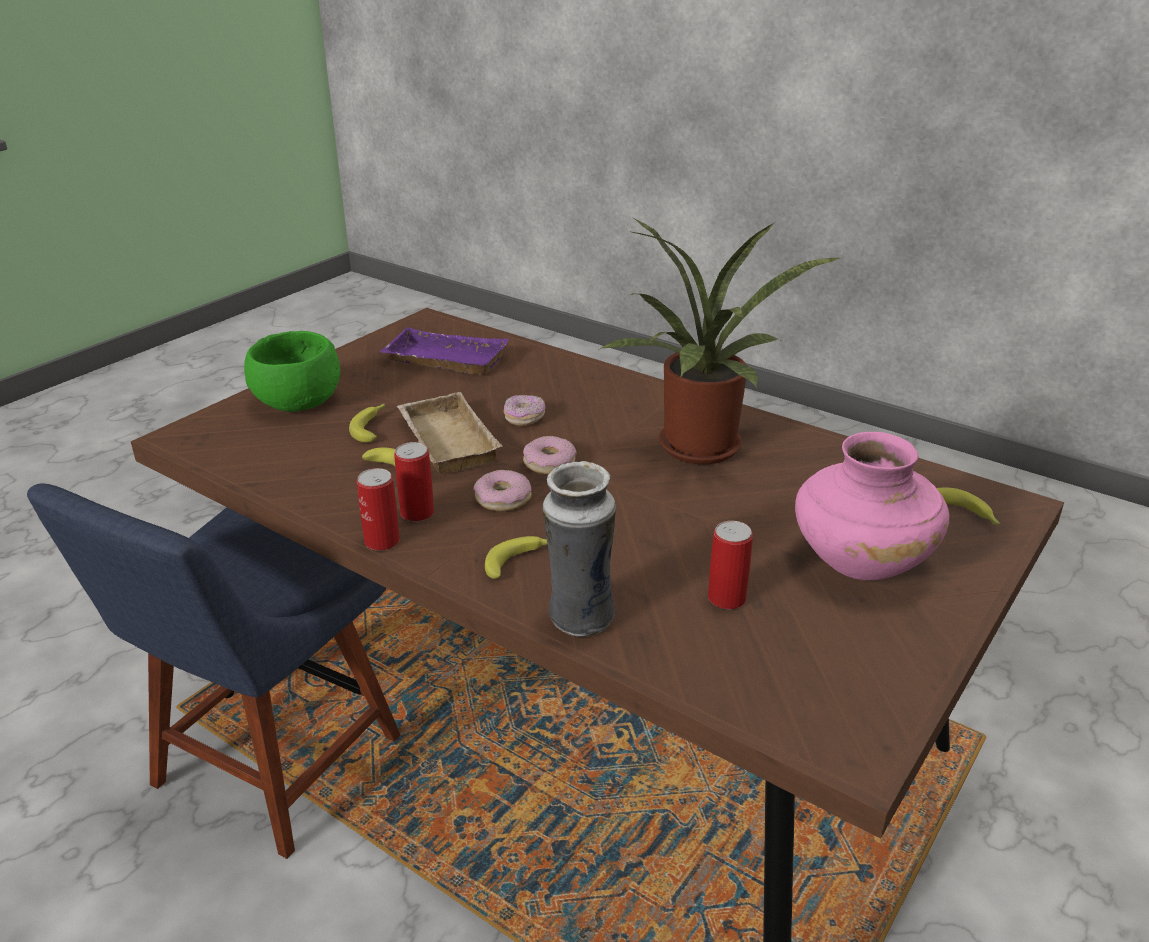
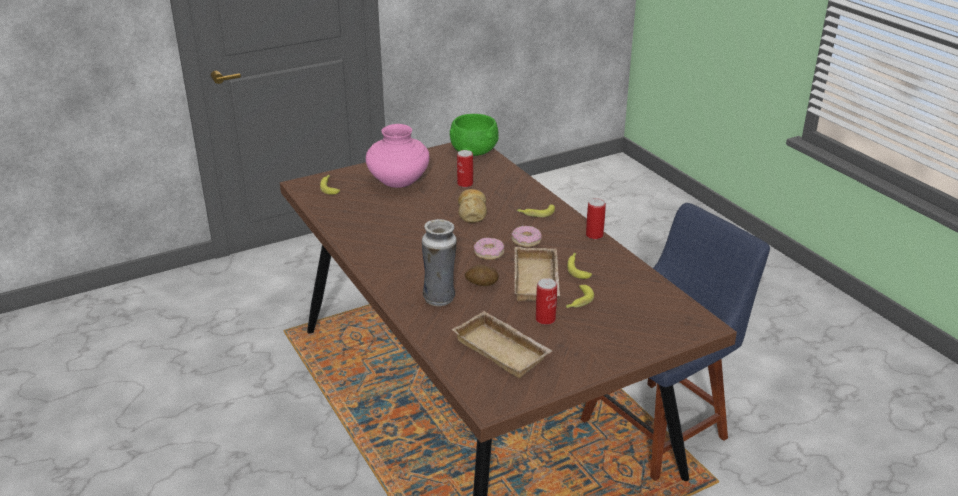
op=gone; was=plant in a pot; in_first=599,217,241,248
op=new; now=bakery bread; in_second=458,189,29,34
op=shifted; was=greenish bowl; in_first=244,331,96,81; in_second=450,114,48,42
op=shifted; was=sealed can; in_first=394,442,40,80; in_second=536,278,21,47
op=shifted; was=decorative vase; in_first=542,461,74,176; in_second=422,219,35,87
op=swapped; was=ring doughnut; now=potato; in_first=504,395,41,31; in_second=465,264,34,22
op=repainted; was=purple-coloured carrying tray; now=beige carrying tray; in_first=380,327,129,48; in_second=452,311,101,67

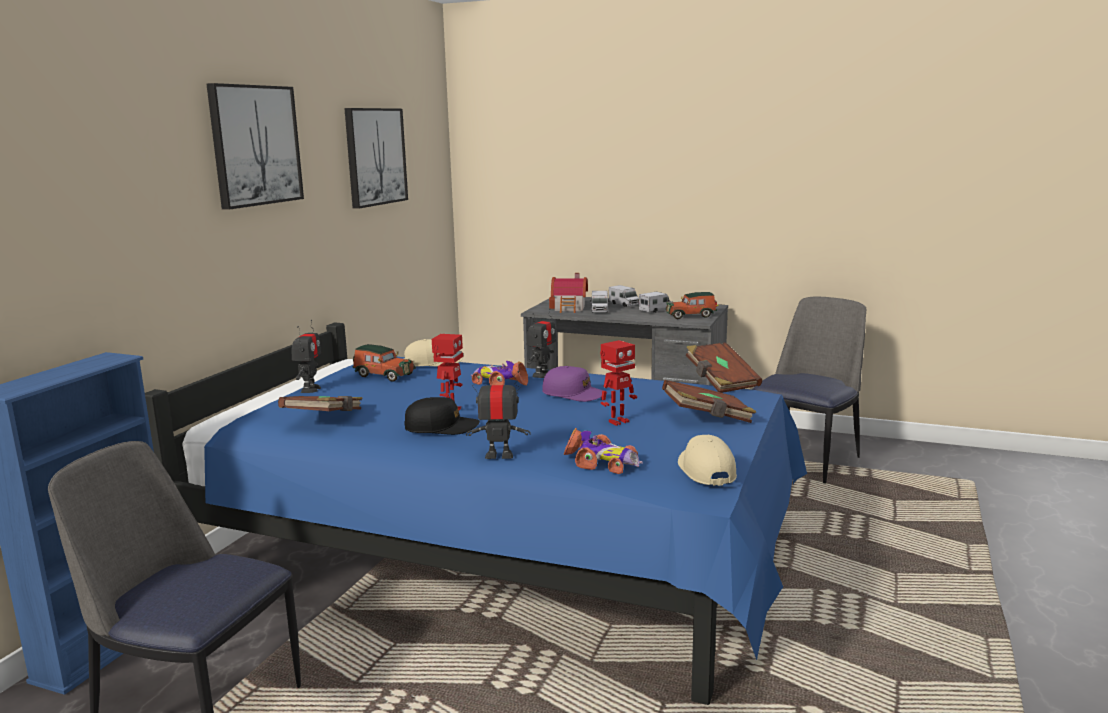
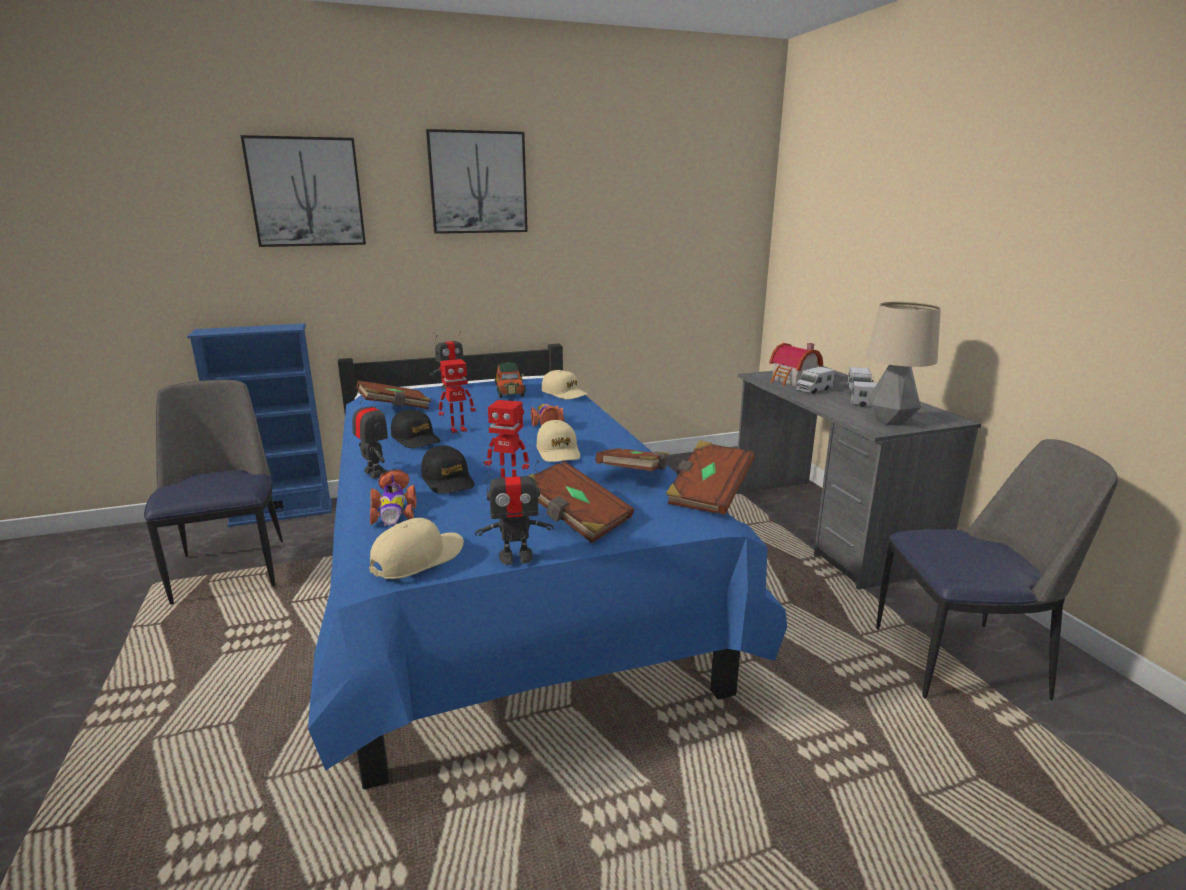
op=new; now=black baseball cap; in_second=421,445,54,49
op=new; now=brown-coloured book; in_second=596,448,73,23
op=shifted; was=wall art; in_first=344,108,64,101; in_second=240,135,126,112
op=shifted; was=toy robot; in_first=526,308,30,70; in_second=475,460,79,105
op=swapped; was=miniature car; now=table lamp; in_first=665,292,54,27; in_second=866,302,75,124
op=repainted; was=purple-coloured baseball cap; now=beige baseball cap; in_first=542,366,66,36; in_second=536,420,44,42

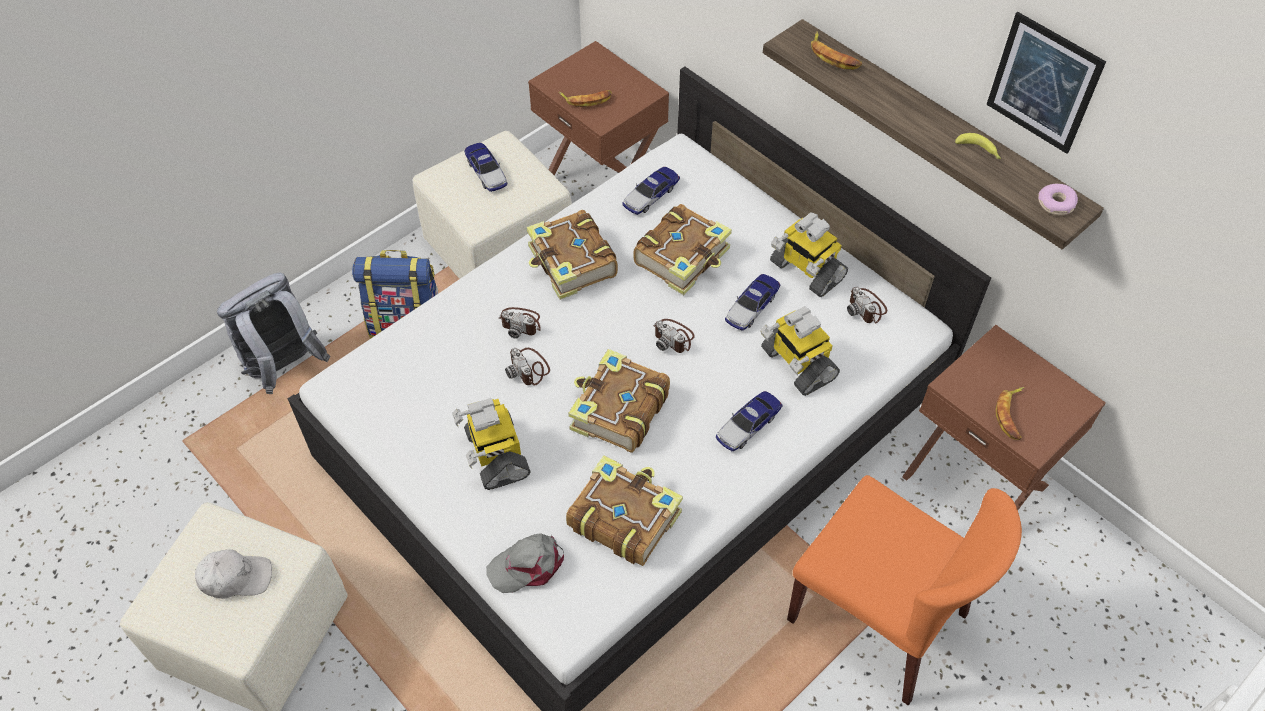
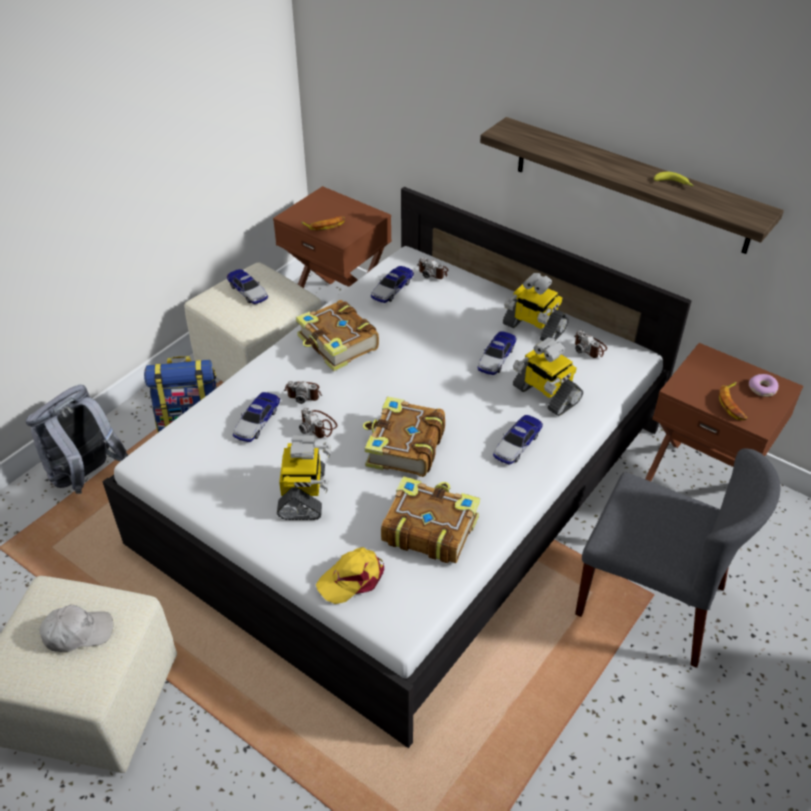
op=gone; was=book; in_first=634,204,98,91
op=gone; was=banana; in_first=811,31,51,39
op=gone; was=wall art; in_first=986,12,120,142
op=new; now=miniature car; in_second=233,392,47,50
op=shifted; was=still camera; in_first=653,319,42,34; in_second=417,258,31,21
op=shifted; was=ring doughnut; in_first=1038,184,40,31; in_second=749,374,29,23
op=repainted; was=gray baseball cap; now=yellow-coloured baseball cap; in_first=486,533,78,60; in_second=316,547,69,57
op=repainted; was=orange-coloured chair; now=gray chair; in_first=787,475,235,231; in_second=575,449,206,219
op=rotated; was=toy robot; in_first=452,398,78,92; in_second=277,435,54,85; clockwise=-150

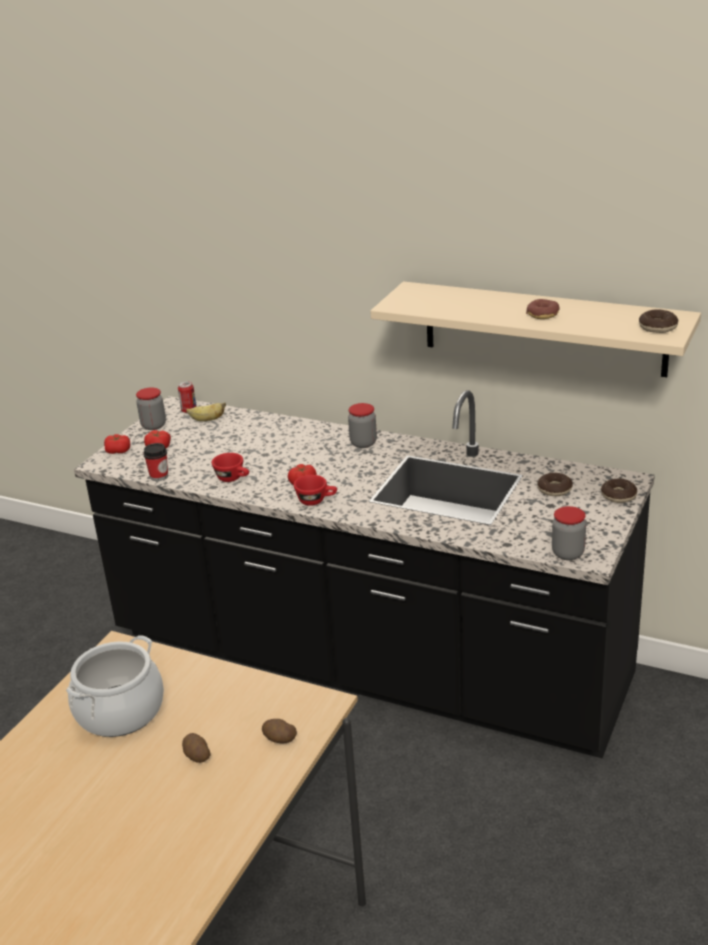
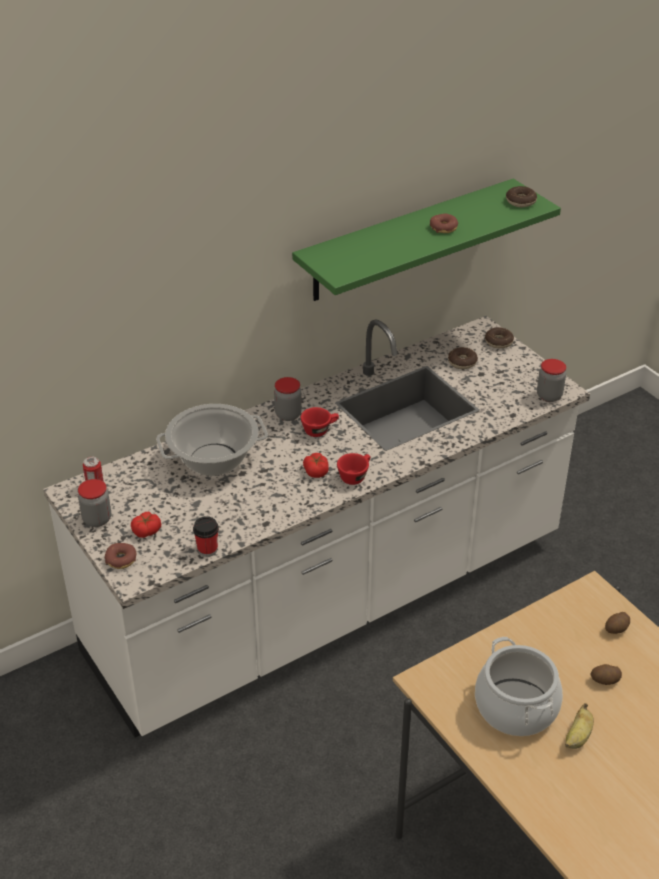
op=new; now=saucepot; in_second=156,404,112,72
op=shifted; was=banana; in_first=186,403,40,18; in_second=565,703,29,46
op=shifted; was=red cup; in_first=212,453,37,29; in_second=301,407,38,30
op=swapped; was=fresh tomato; now=ring doughnut; in_first=104,434,26,20; in_second=105,543,31,26
op=repainted; was=black kitchen counter; now=white kitchen counter; in_first=74,390,581,368; in_second=43,316,547,422
op=repainted; was=beige shelf; now=greenish shelf; in_first=370,281,331,96; in_second=292,179,269,122

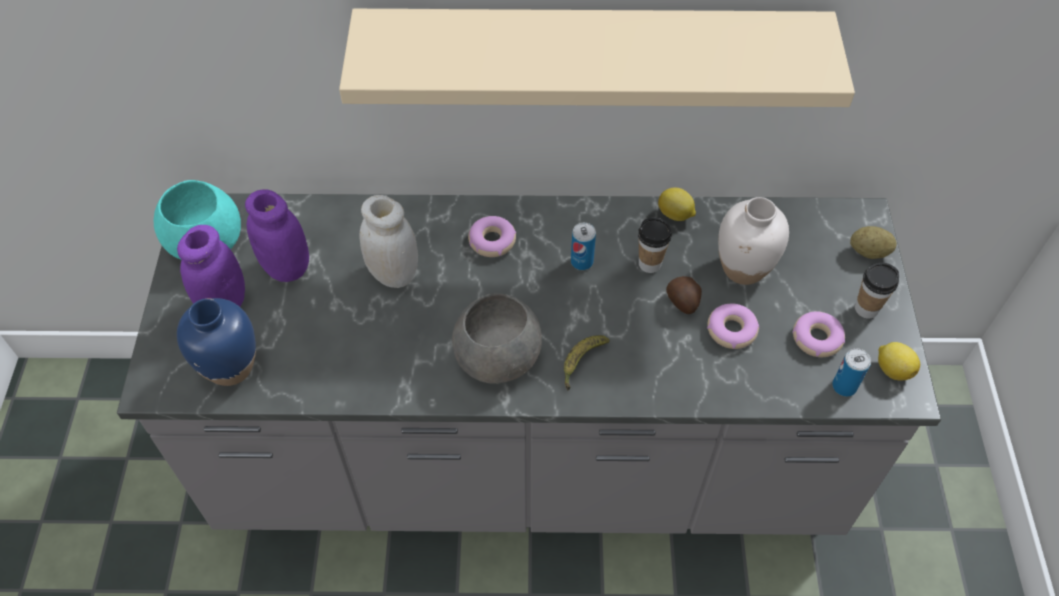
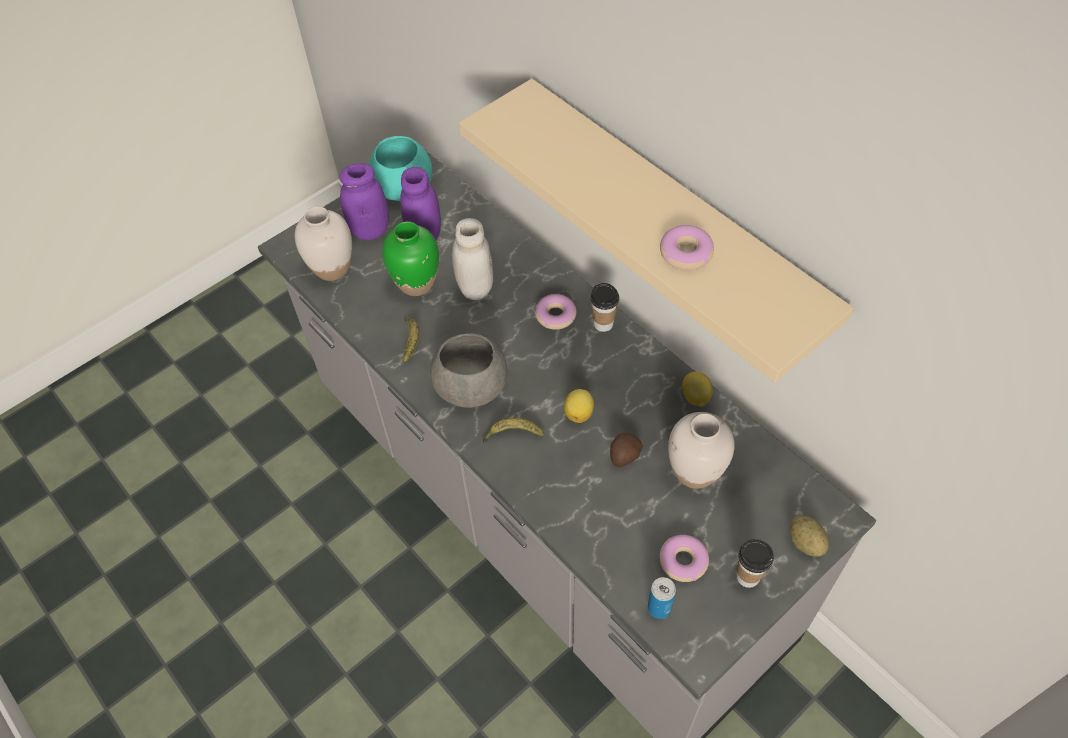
op=gone; was=sealed can; in_first=571,223,25,47
op=new; now=greenish decorative vase; in_second=382,221,57,75
op=new; now=banana; in_second=402,317,17,45
op=shifted; was=cup; in_first=638,218,34,55; in_second=591,283,28,49
op=shifted; was=ring doughnut; in_first=707,303,52,46; in_second=660,225,54,45
op=shifted; was=citrus fruit; in_first=878,342,42,39; in_second=564,389,30,34
op=repainted; was=bluish decorative vase; now=white decorative vase; in_first=177,298,79,88; in_second=295,207,57,74

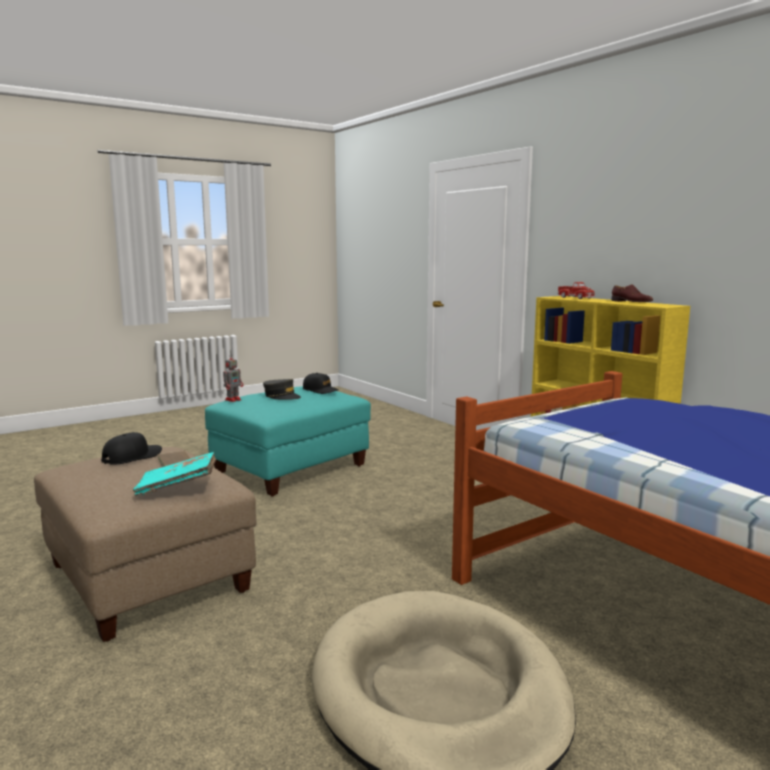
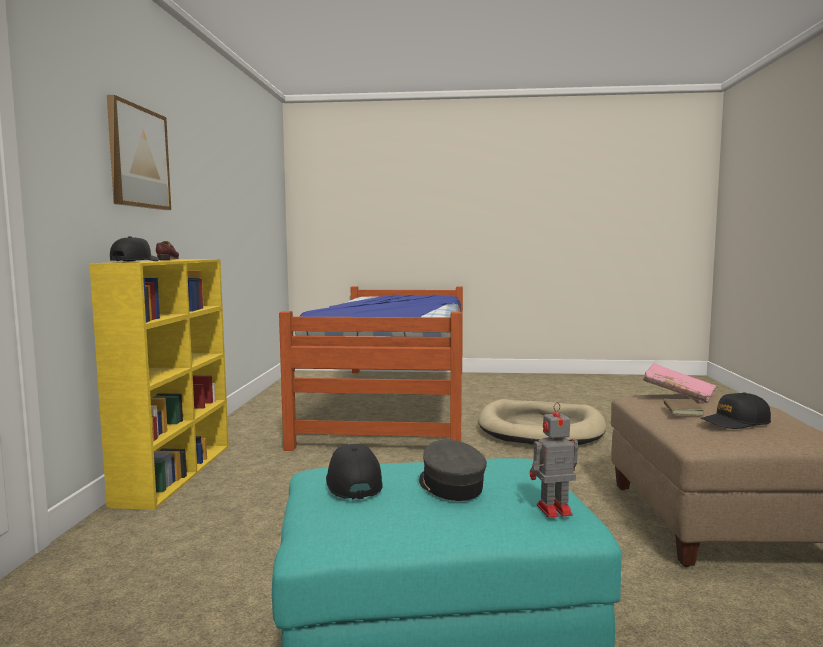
op=new; now=wall art; in_second=107,95,64,115
op=swapped; was=toy truck; now=black baseball cap; in_first=557,282,38,17; in_second=110,236,49,25
op=repainted; was=blue-green book; now=pink book; in_first=133,452,83,45; in_second=643,363,73,40

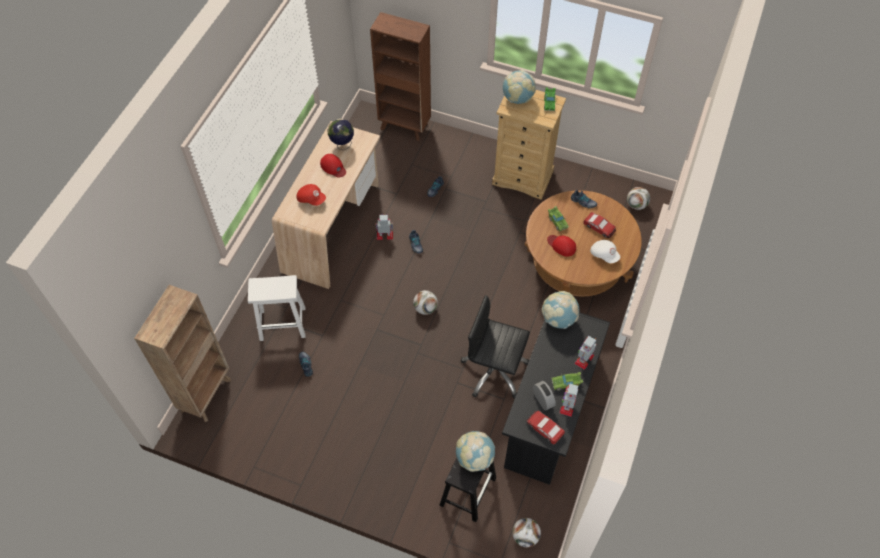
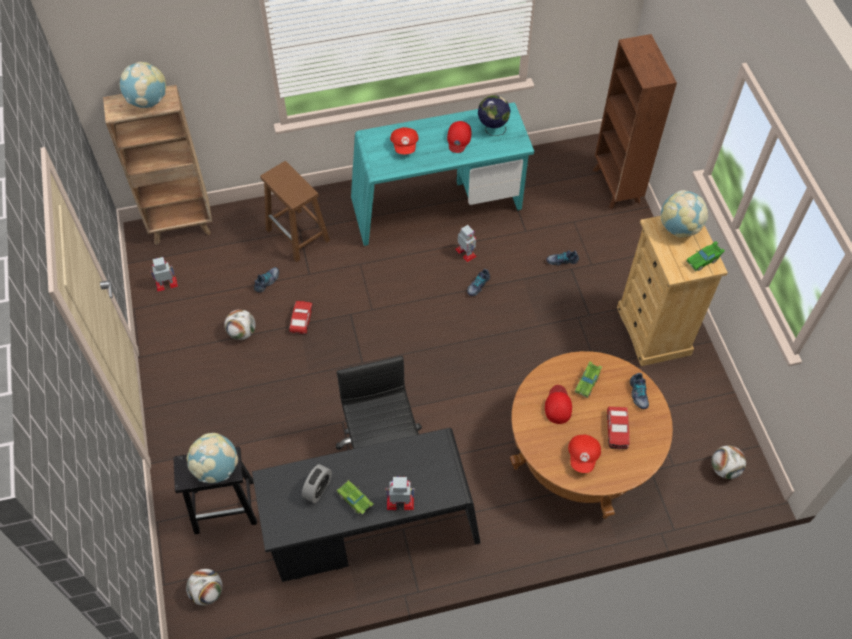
op=shifted; was=football; in_first=413,290,25,25; in_second=224,309,31,31
op=shifted; was=miniature car; in_first=526,411,39,34; in_second=289,301,24,33
op=shifted; was=globe; in_first=542,291,37,38; in_second=119,62,47,46
op=shifted; was=toy robot; in_first=560,384,18,33; in_second=150,257,28,35
op=repainted; was=white stool; now=brown-coloured stool; in_first=248,275,58,66; in_second=260,161,70,101
op=repainted; was=beige desk table; now=blue-green desk table; in_first=272,121,108,168; in_second=351,102,183,144
op=repainted; was=white baseball cap; now=red baseball cap; in_first=590,240,30,23; in_second=568,435,33,38

